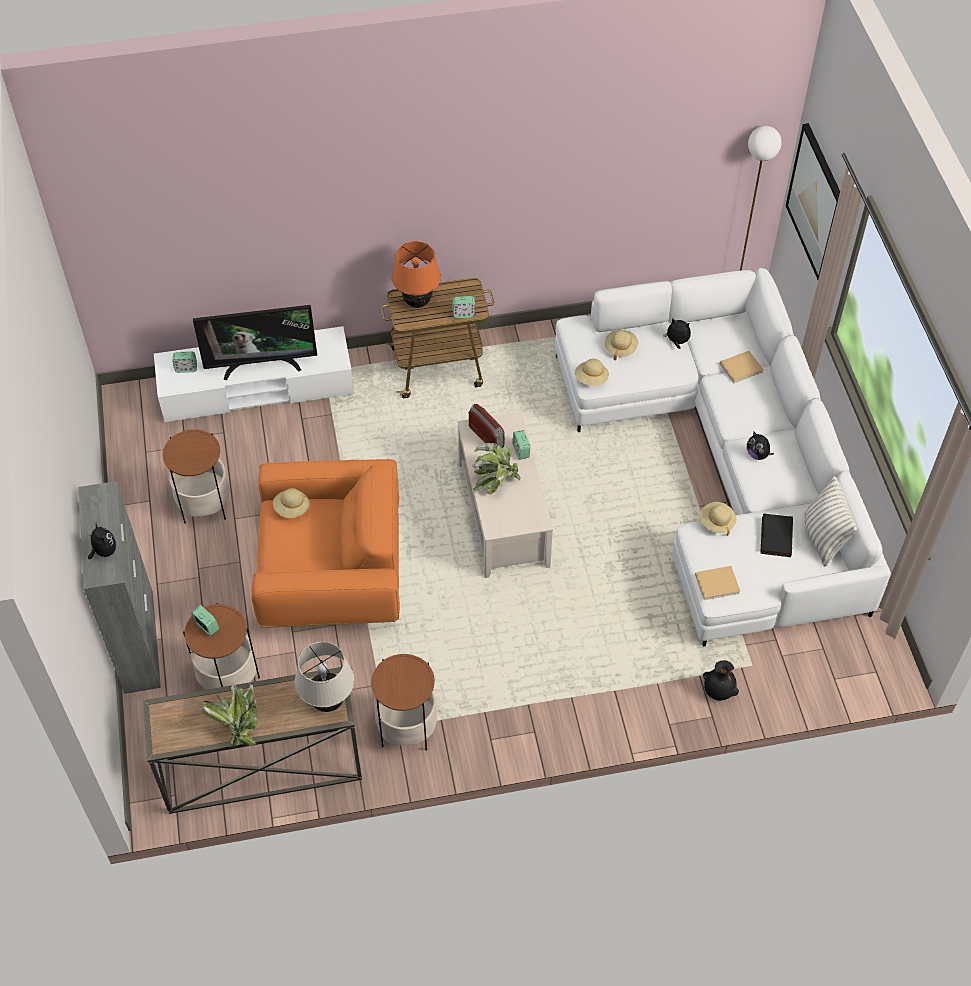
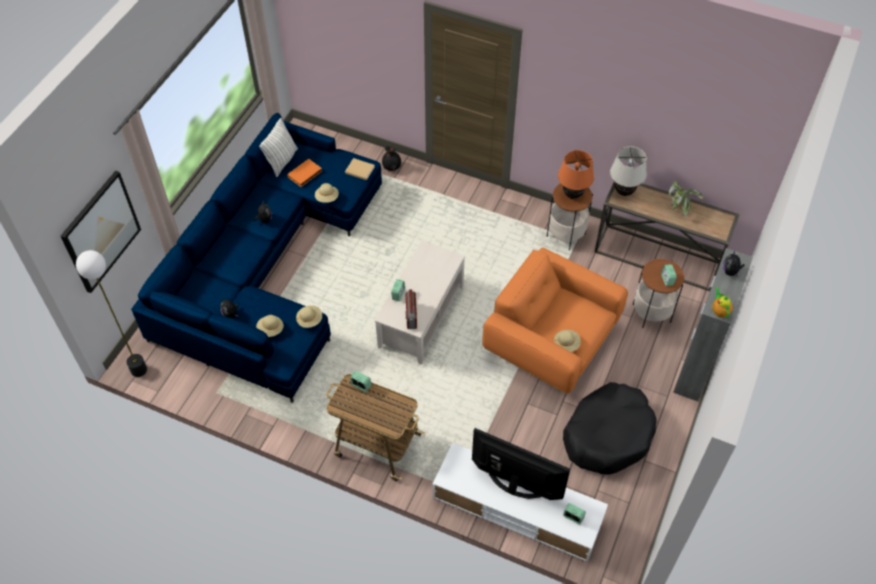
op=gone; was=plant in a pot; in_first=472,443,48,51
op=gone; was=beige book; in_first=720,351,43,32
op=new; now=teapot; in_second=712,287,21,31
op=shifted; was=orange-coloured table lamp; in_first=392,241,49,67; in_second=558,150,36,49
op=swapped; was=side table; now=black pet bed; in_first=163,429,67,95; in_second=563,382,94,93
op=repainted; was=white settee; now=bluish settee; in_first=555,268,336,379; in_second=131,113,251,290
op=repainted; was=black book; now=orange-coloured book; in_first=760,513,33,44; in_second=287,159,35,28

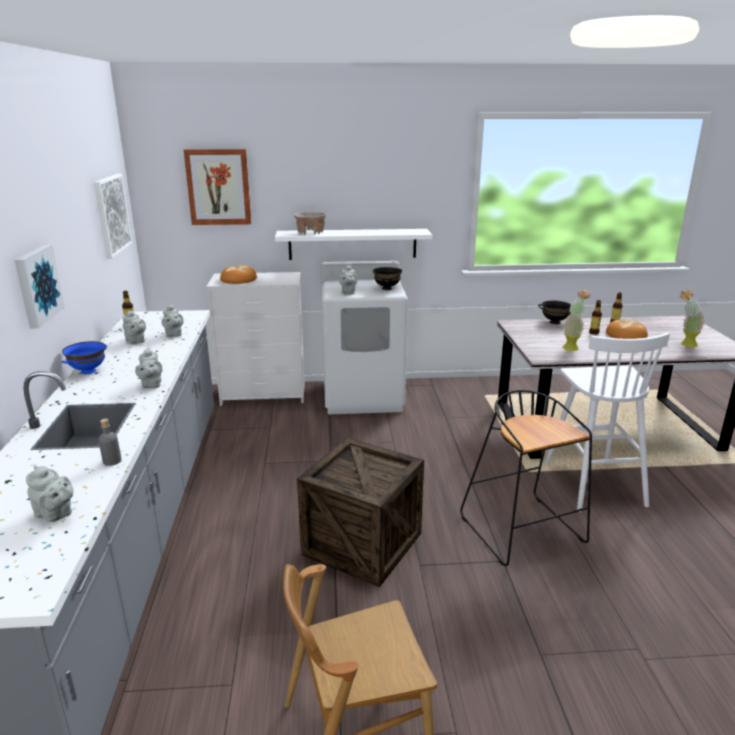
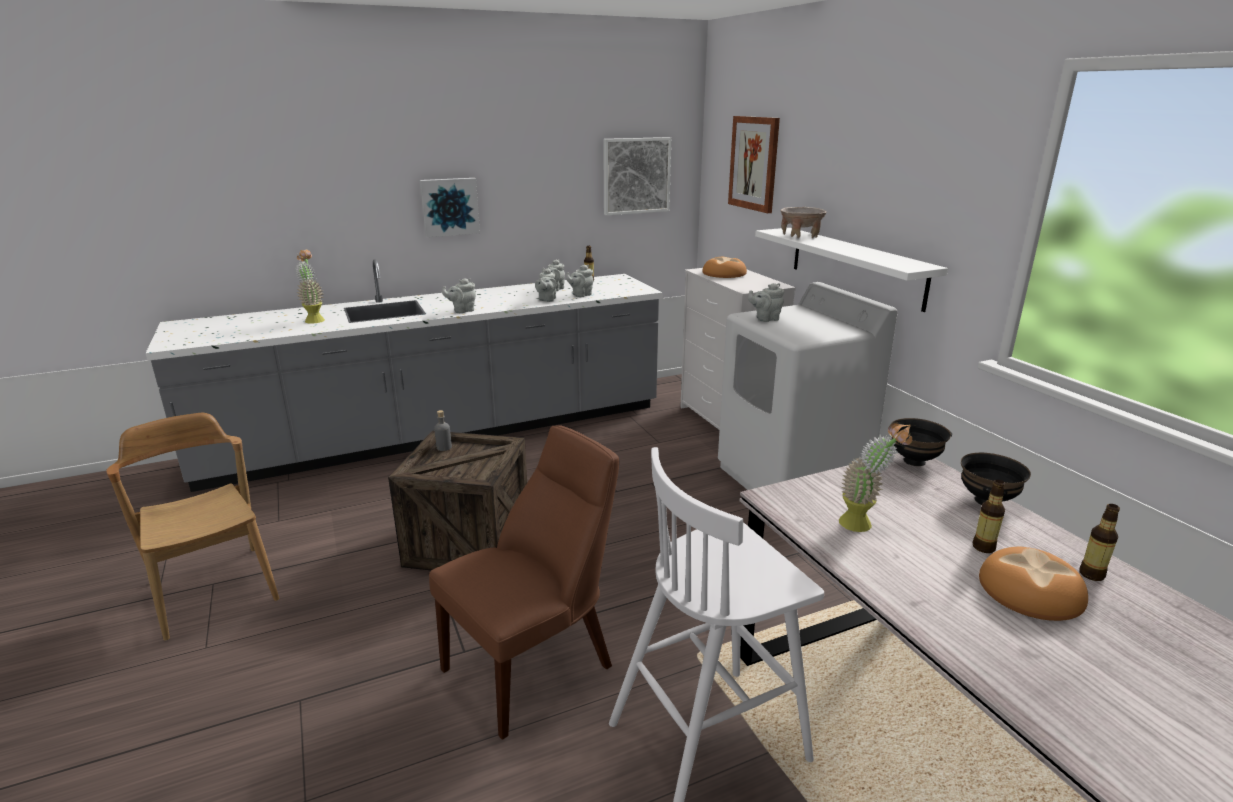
op=gone; was=bluish bowl; in_first=62,341,45,33
op=shifted; was=gray teapot; in_first=26,465,47,57; in_second=535,268,22,34
op=shifted; was=gray beverage bottle; in_first=98,419,23,47; in_second=434,410,18,41
op=shifted; was=black bowl; in_first=373,267,29,23; in_second=890,418,62,48
op=shifted; was=plant in a pot; in_first=680,289,25,58; in_second=295,250,30,74
op=swapped; was=black stool; now=brown-coloured chair; in_first=460,390,132,176; in_second=429,425,190,315

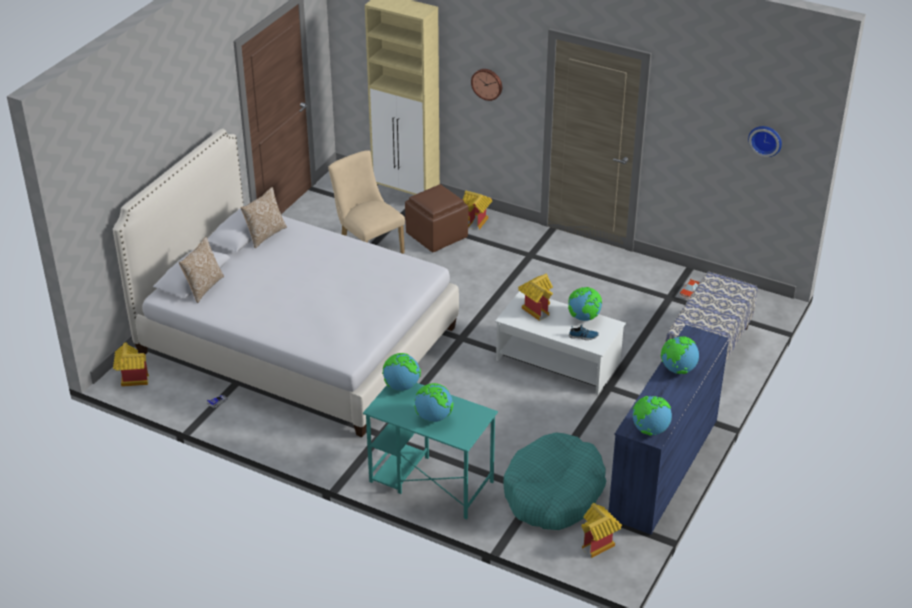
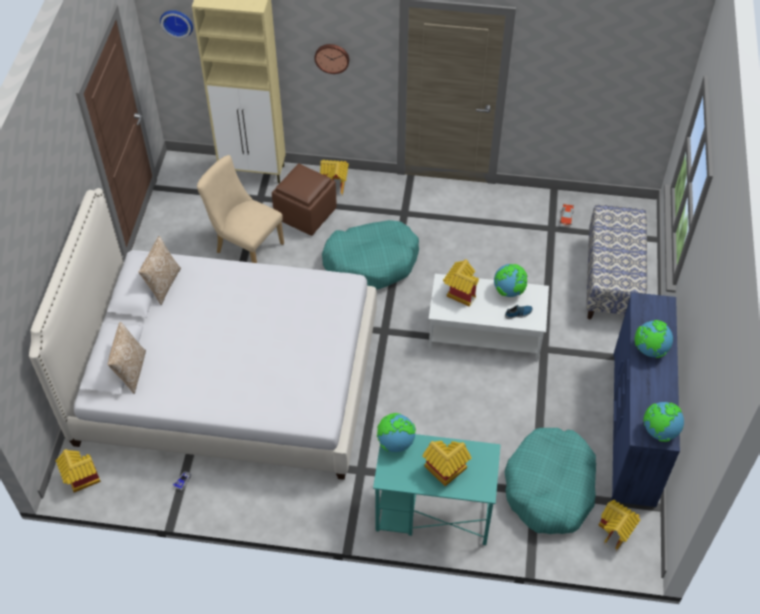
op=new; now=blue-green pet bed; in_second=322,220,97,70
op=shifted; was=wall clock; in_first=748,126,34,31; in_second=160,10,33,28
op=swapped; was=globe; now=model house; in_first=414,383,39,39; in_second=422,441,50,45

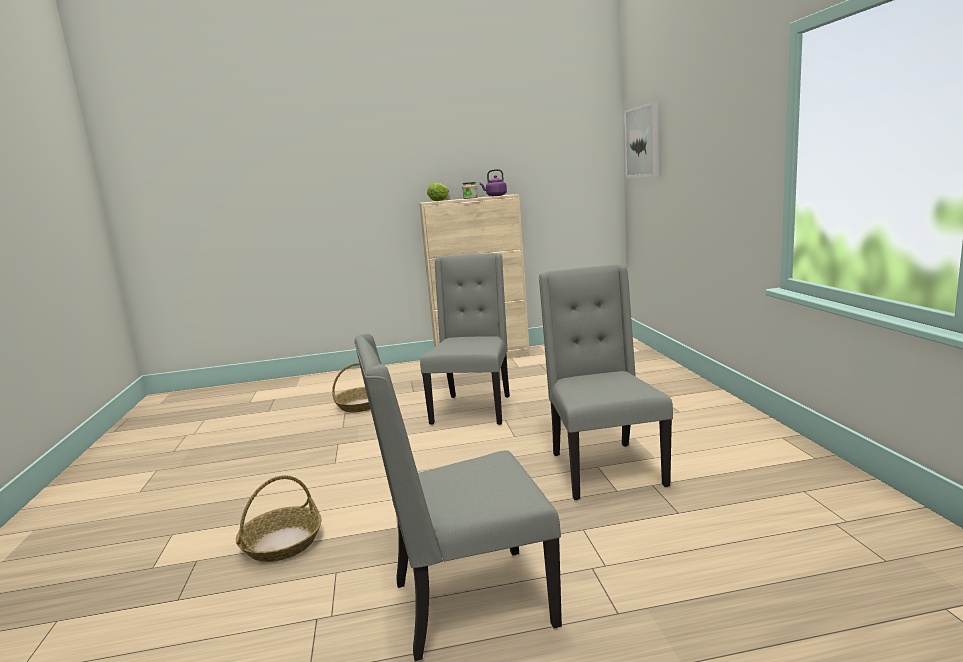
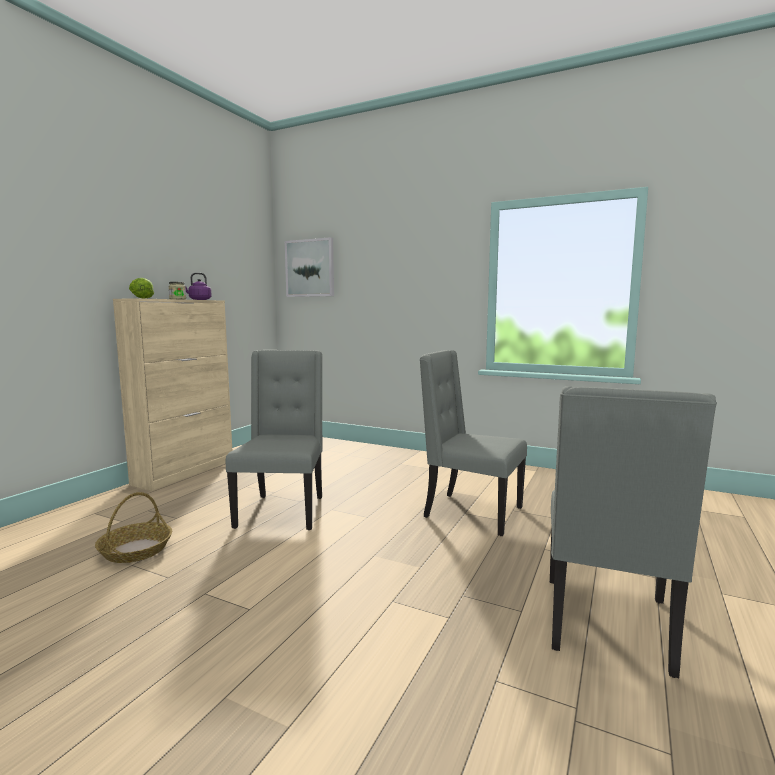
op=gone; was=household basket; in_first=236,475,86,87
op=rotated; was=gray chair; in_first=420,253,90,172; in_second=226,350,97,180; clockwise=45

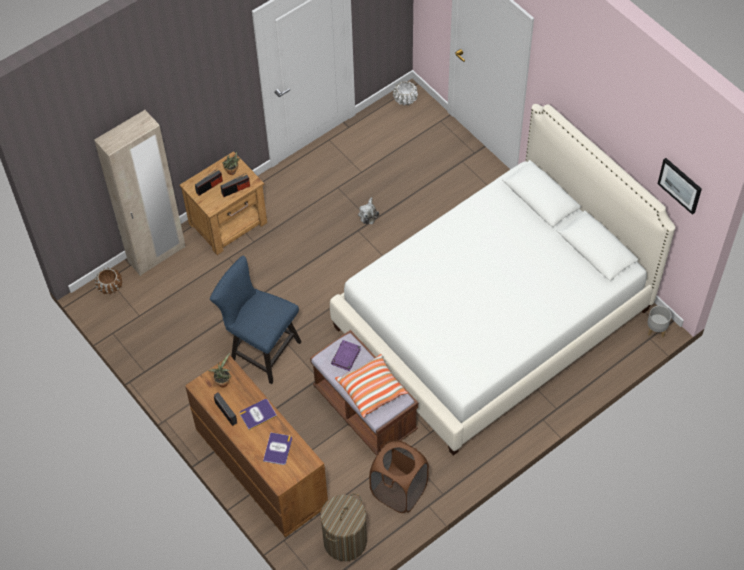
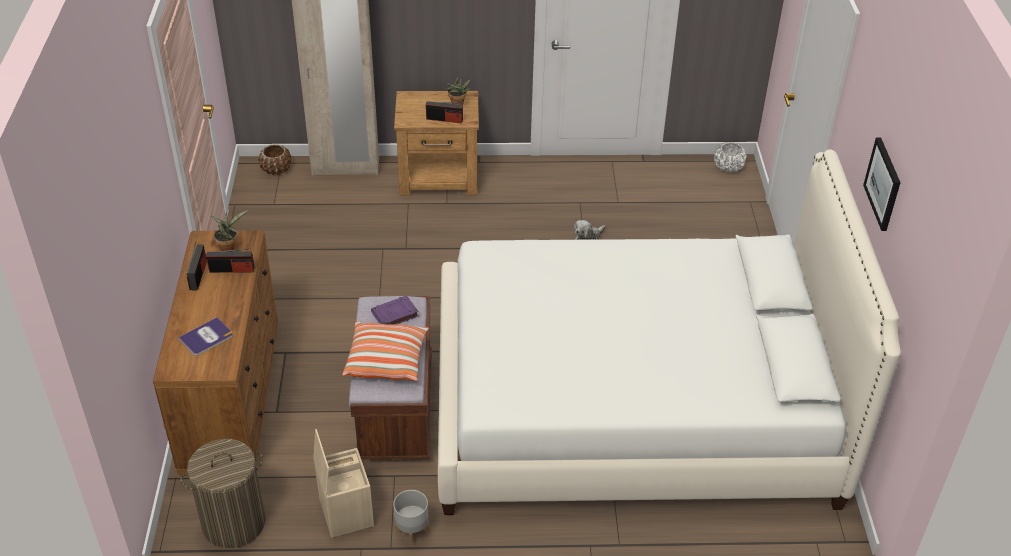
op=gone; was=bluish chair; in_first=210,256,92,128
op=gone; was=book; in_first=240,399,37,31
op=shifted; was=radio; in_first=195,168,28,28; in_second=206,248,48,25
op=shifted; was=gray planter; in_first=647,306,24,32; in_second=393,490,36,56
op=shifted; was=wall art; in_first=658,158,44,57; in_second=863,137,38,94
op=swapped; was=brown-coloured laundry basket; now=beige storage bin; in_first=369,440,60,73; in_second=313,429,61,109

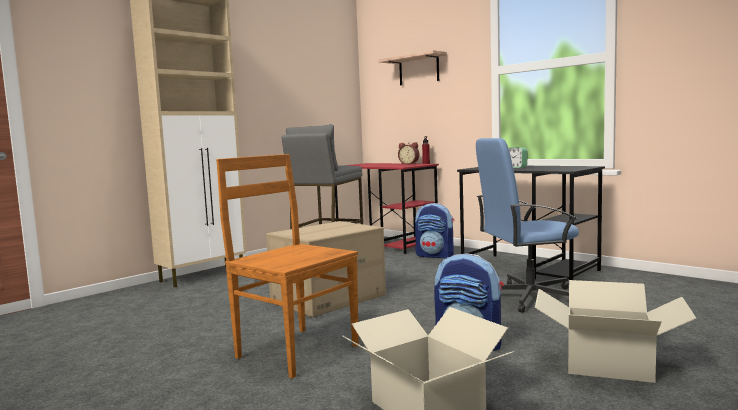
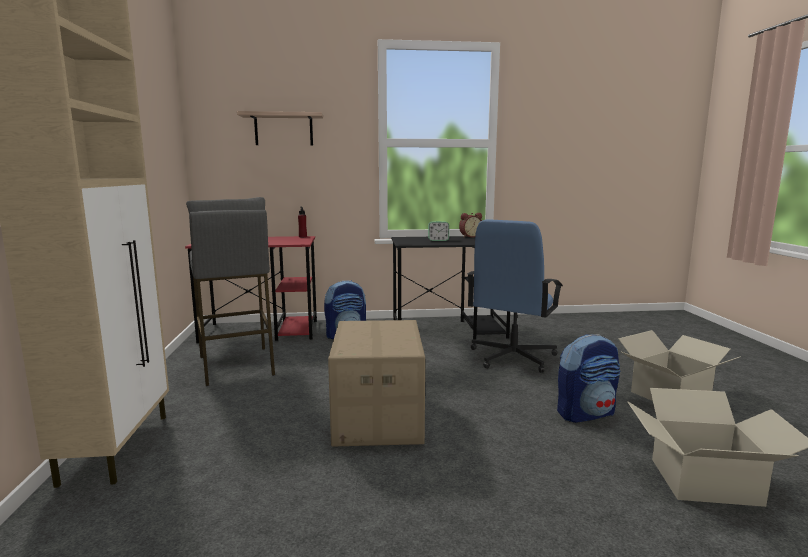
op=gone; was=brown-coloured chair; in_first=216,154,143,224
op=shifted; was=bedside clock; in_first=398,142,21,23; in_second=459,213,23,25

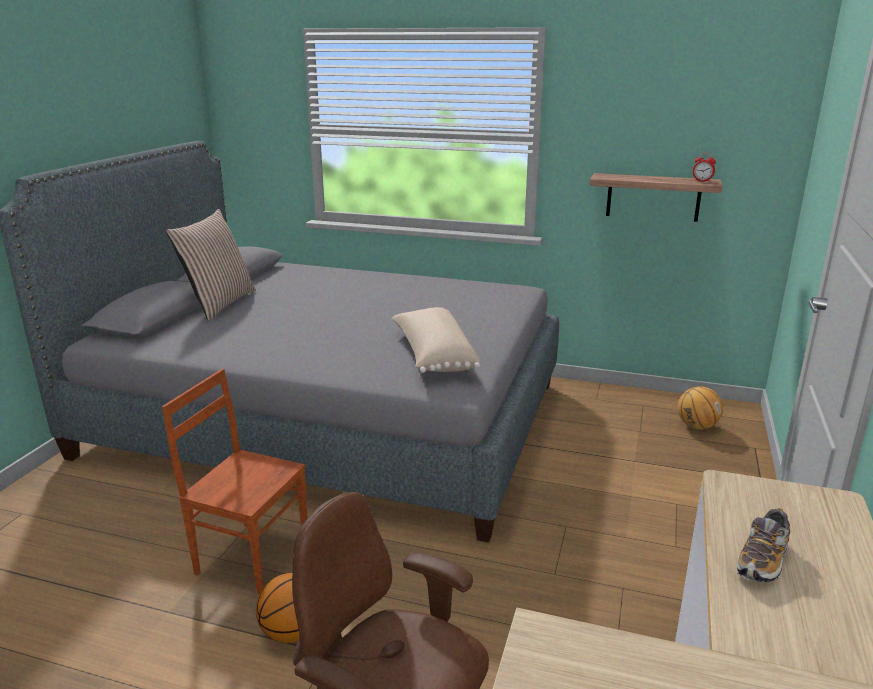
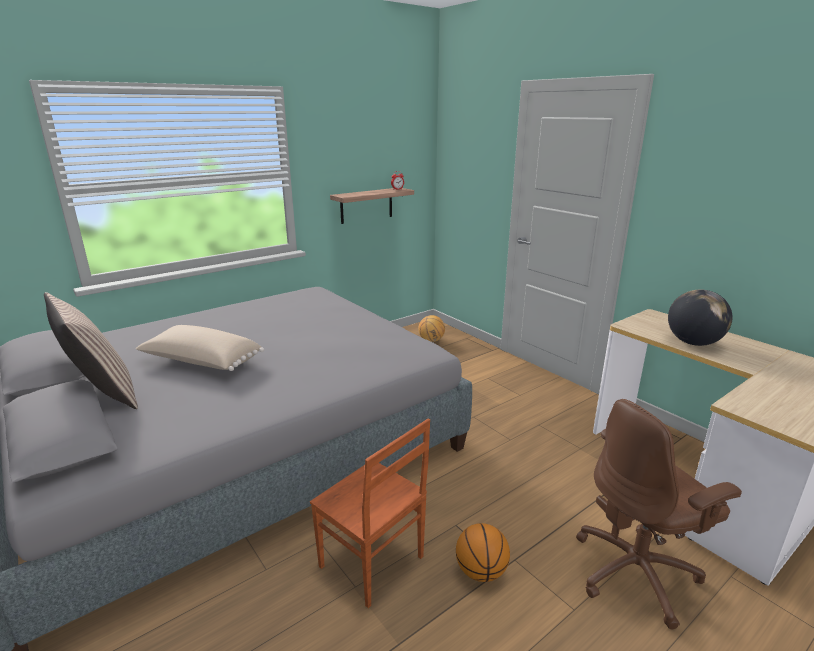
op=shifted; was=beige pillow; in_first=392,307,88,66; in_second=136,325,128,46
op=swapped; was=shoe; now=globe; in_first=737,507,53,76; in_second=668,289,65,57
op=rotated; was=brown-coloured chair; in_first=162,369,145,225; in_second=310,418,120,190; clockwise=-105

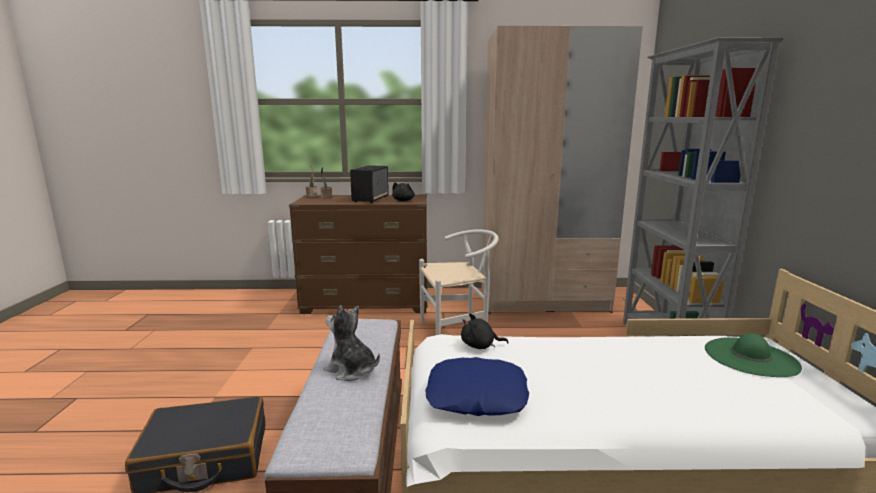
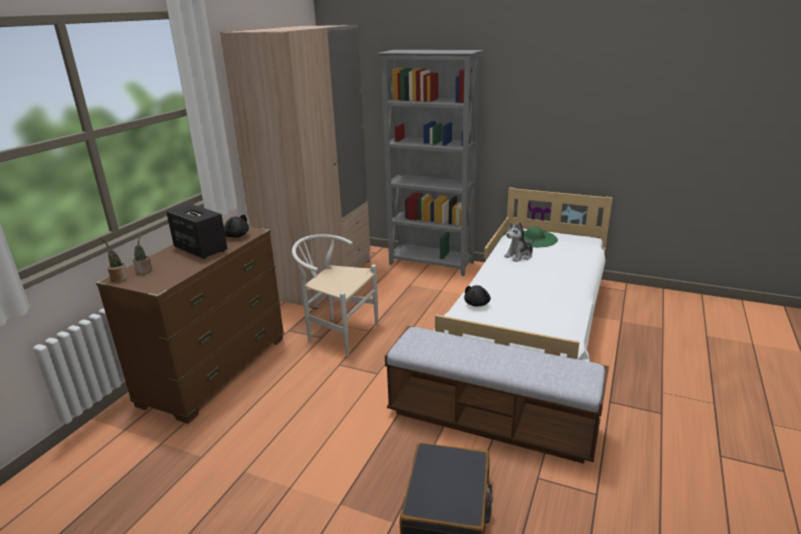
op=gone; was=bluish pillow; in_first=425,357,104,59
op=shifted; was=soft toy; in_first=323,305,57,76; in_second=504,222,30,40
op=rotated; was=white chair; in_first=419,230,80,105; in_second=292,234,86,122; clockwise=-75

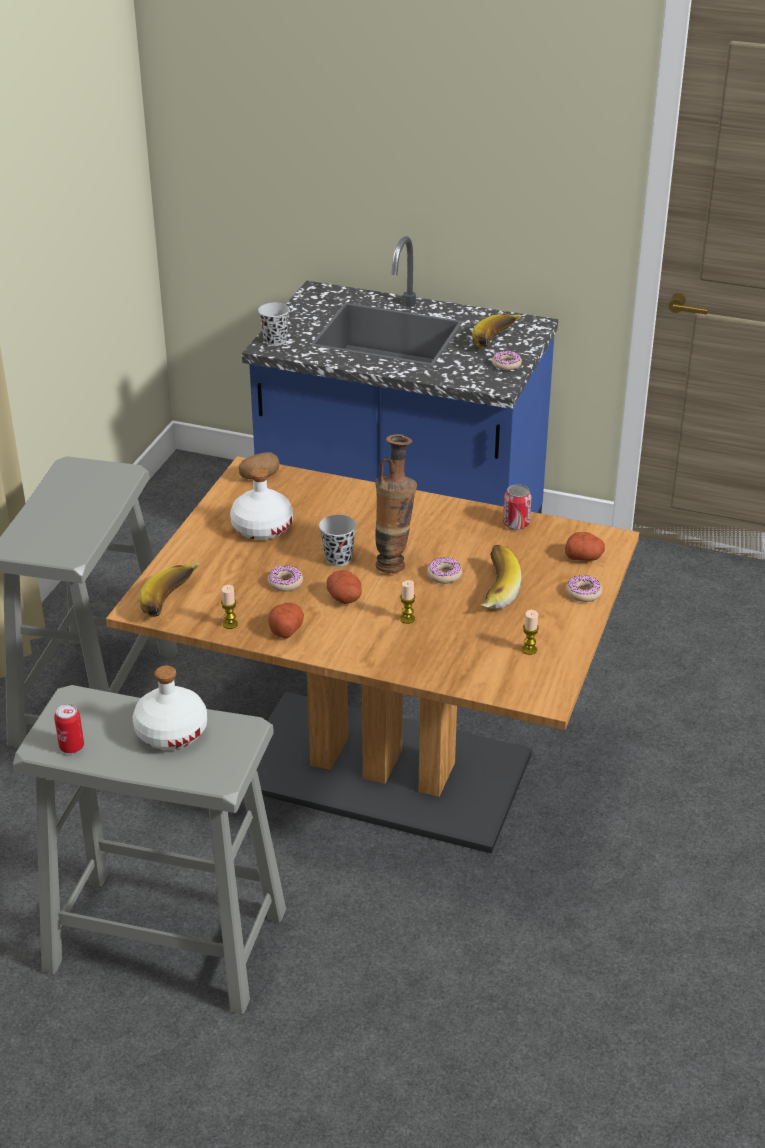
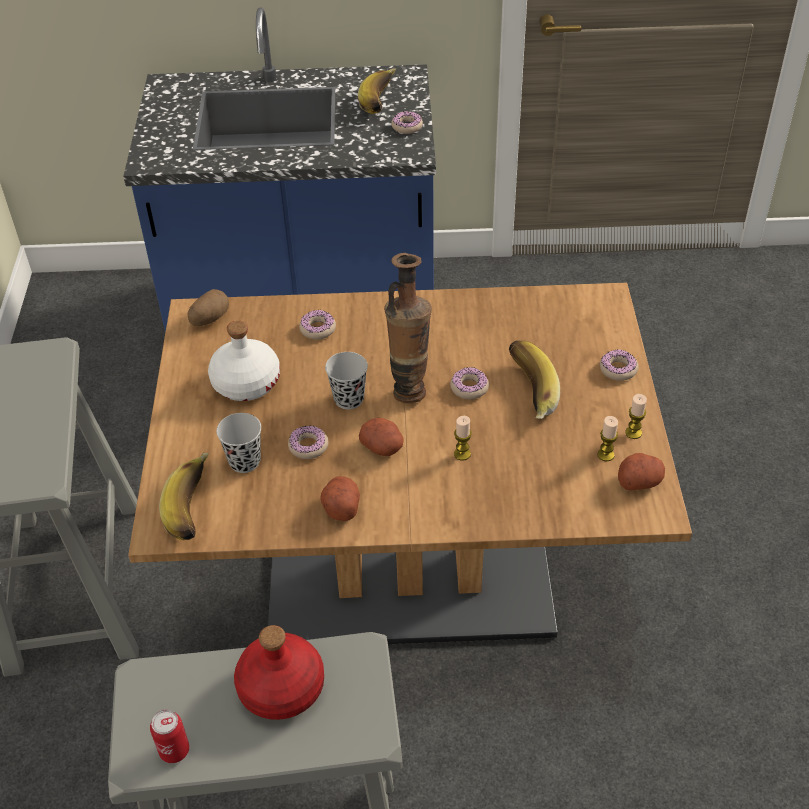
op=gone; was=sealed can; in_first=503,484,28,46
op=new; now=ring doughnut; in_second=299,310,37,30
op=shifted; was=candle; in_first=221,585,17,44; in_second=625,394,22,45
op=shifted; was=black cup; in_first=258,303,32,43; in_second=216,413,45,60
op=shifted; was=potato; in_first=565,532,40,29; in_second=618,453,47,38
op=repainted; was=white beverage bottle; now=red beverage bottle; in_first=133,666,74,84; in_second=234,625,90,95

